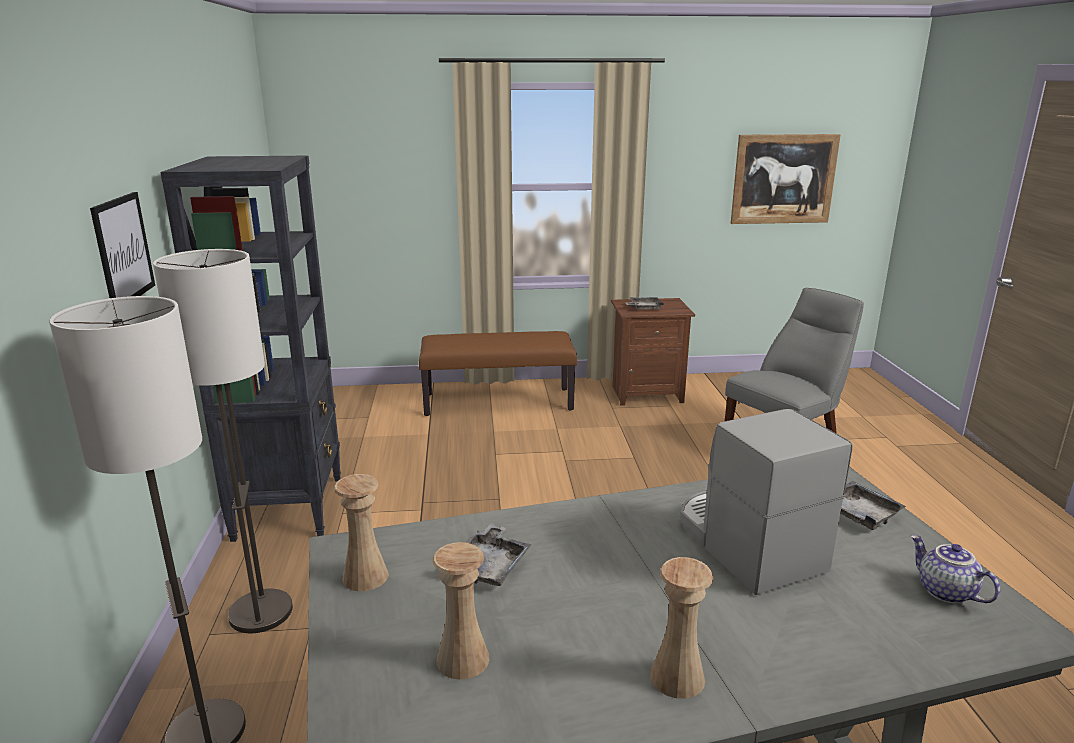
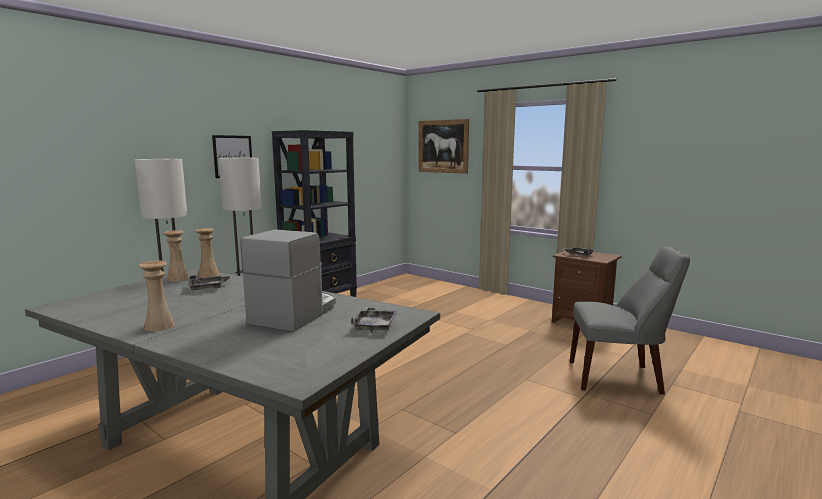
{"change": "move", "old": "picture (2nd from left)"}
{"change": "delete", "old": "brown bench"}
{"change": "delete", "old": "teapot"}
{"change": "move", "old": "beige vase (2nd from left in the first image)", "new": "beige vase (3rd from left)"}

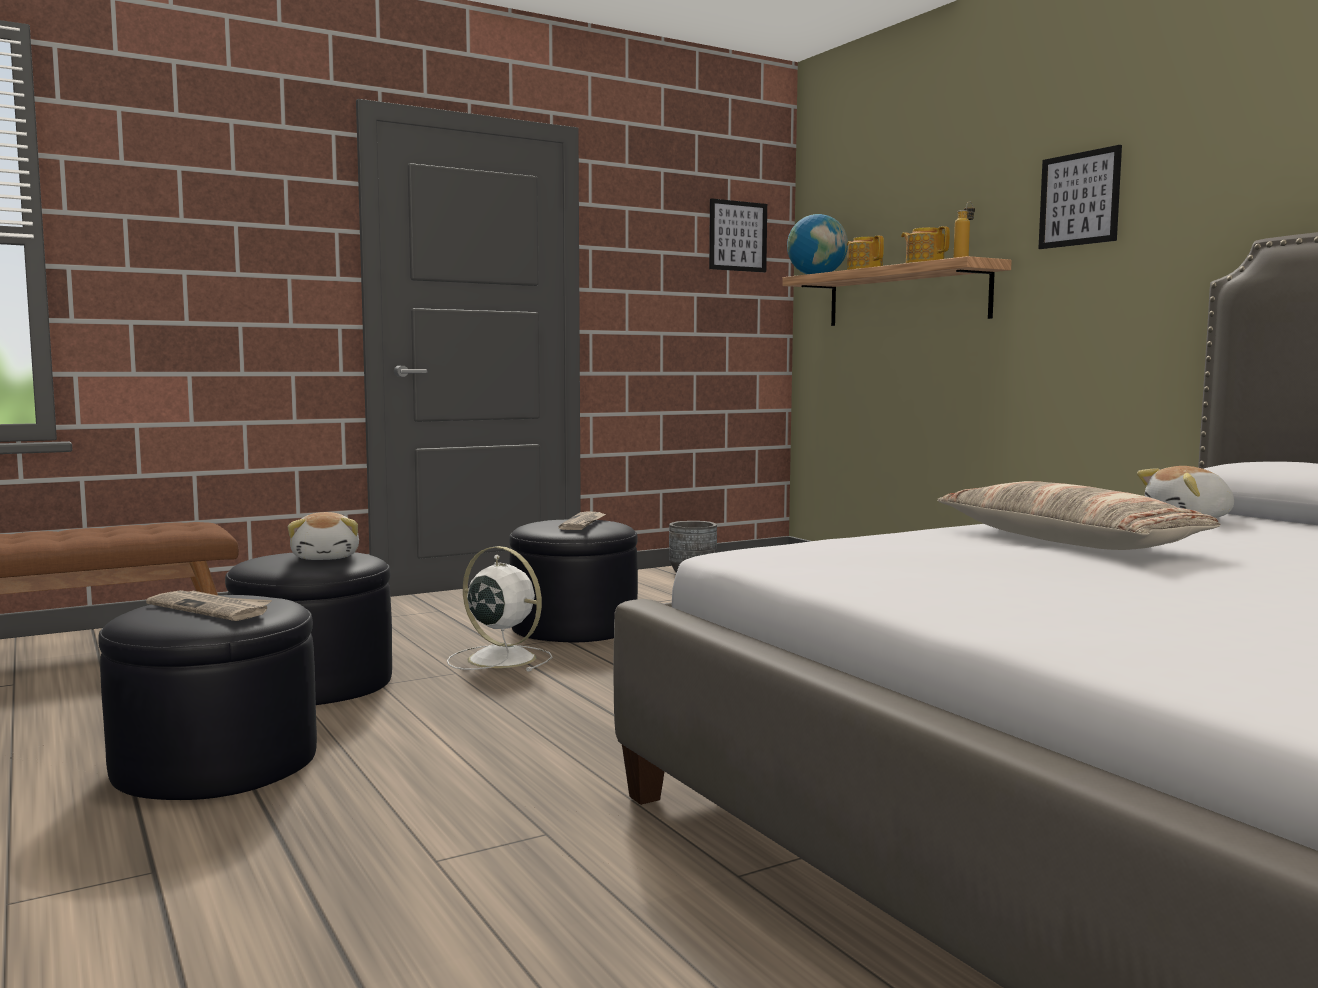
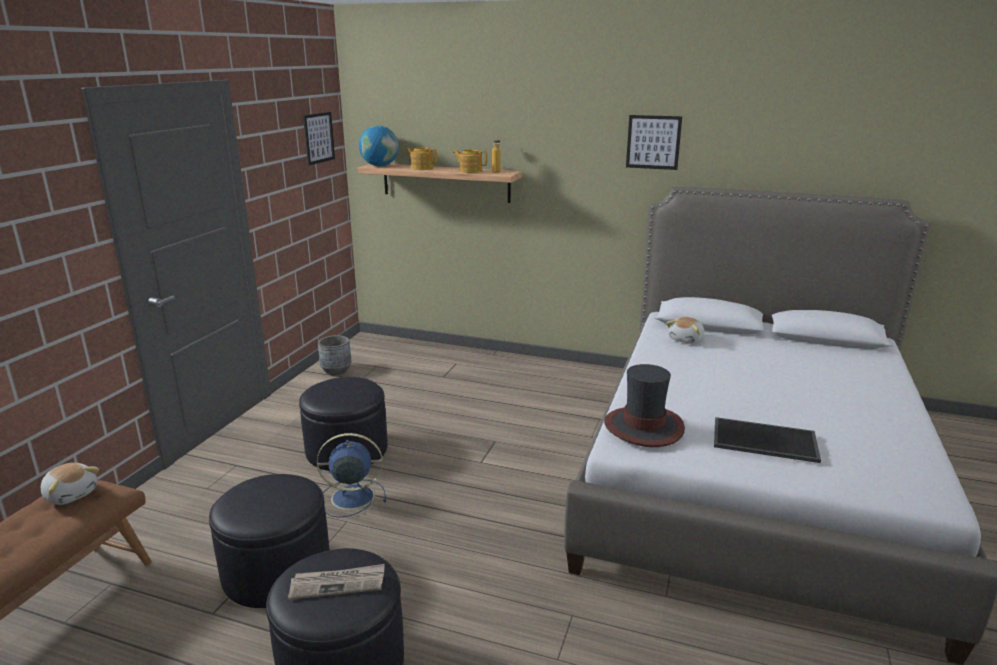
{"change": "move", "old": "picture (2nd from left)"}
{"change": "delete", "old": "pillow"}
{"change": "delete", "old": "newspaper (2nd from left)"}
{"change": "move", "old": "plush toy (1st from left)"}
{"change": "recolor", "old": "white fan", "new": "blue fan"}
{"change": "insert", "new": "hat"}
{"change": "insert", "new": "tray"}

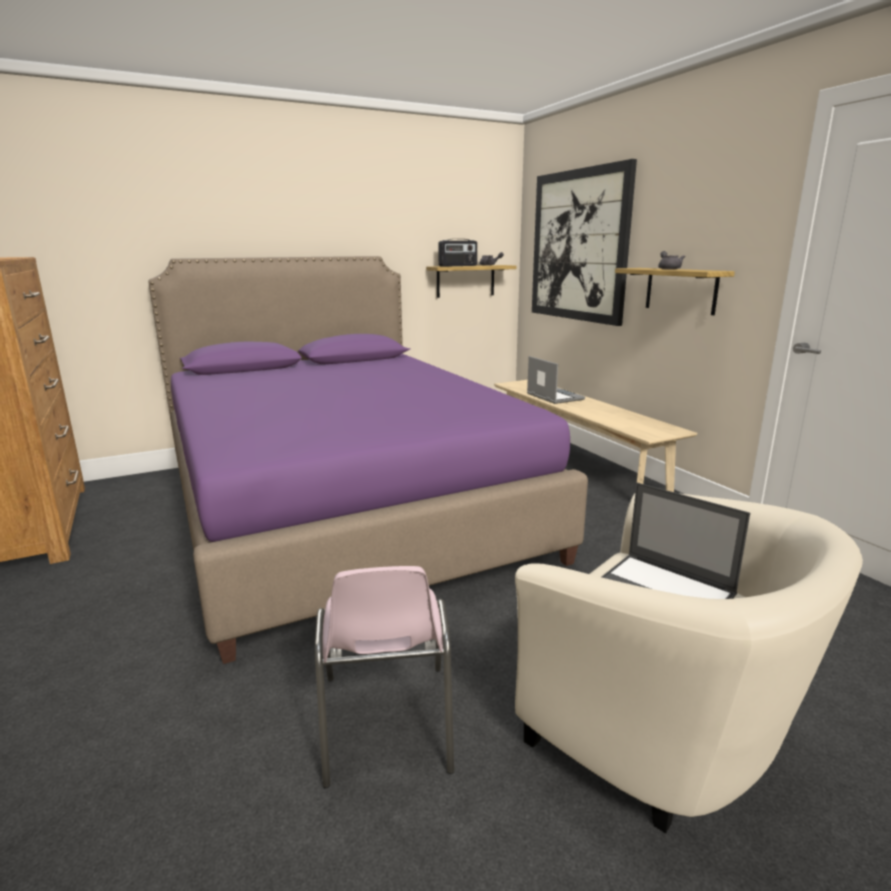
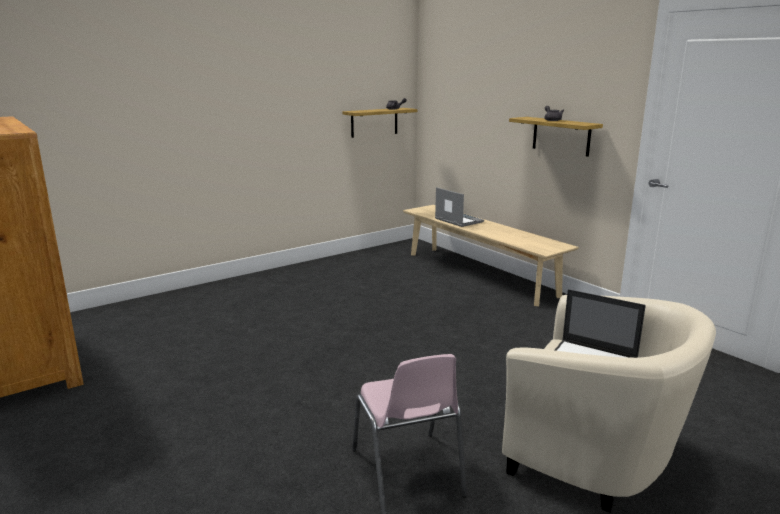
{"change": "delete", "old": "picture"}
{"change": "delete", "old": "radio"}
{"change": "delete", "old": "purple bed"}

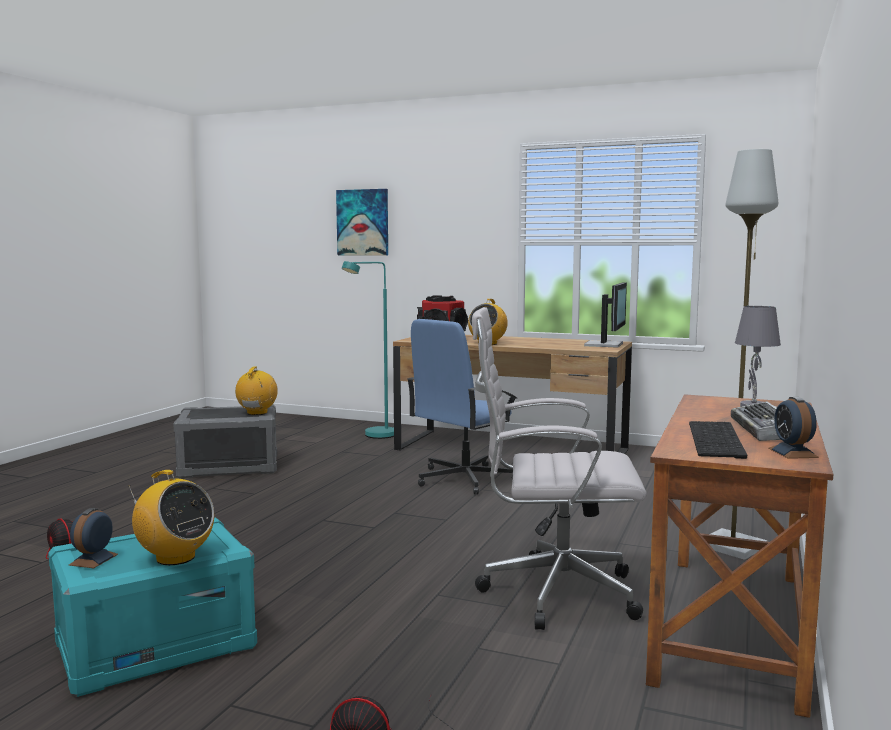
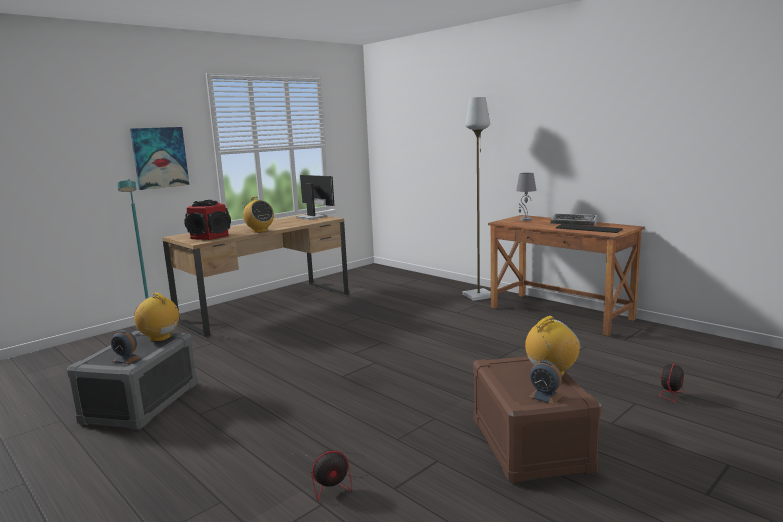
{"change": "move", "old": "picture"}
{"change": "delete", "old": "white office chair"}
{"change": "delete", "old": "blue office chair"}
{"change": "move", "old": "alarm clock (2nd from left in the first image)", "new": "alarm clock (1st from left)"}
{"change": "recolor", "old": "turquoise storage box", "new": "brown storage box"}

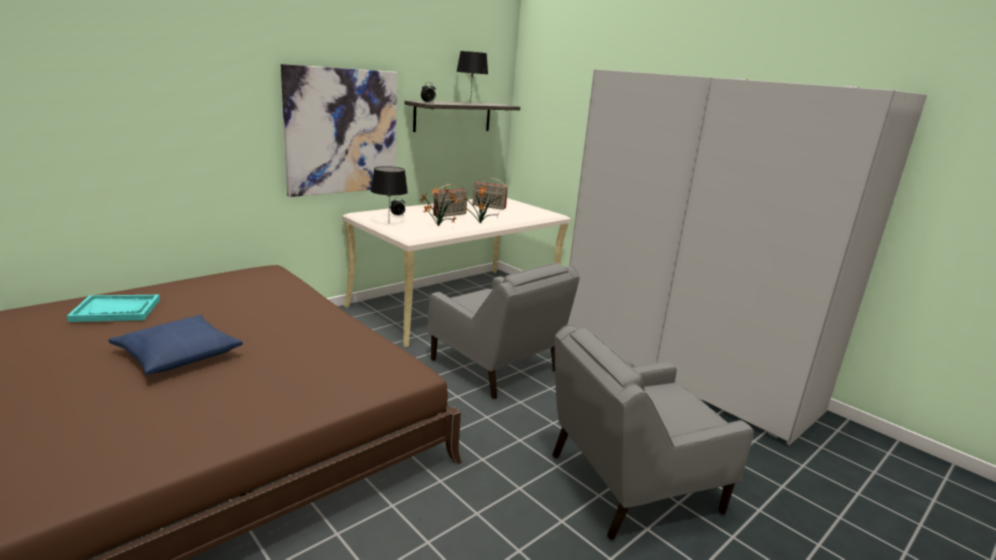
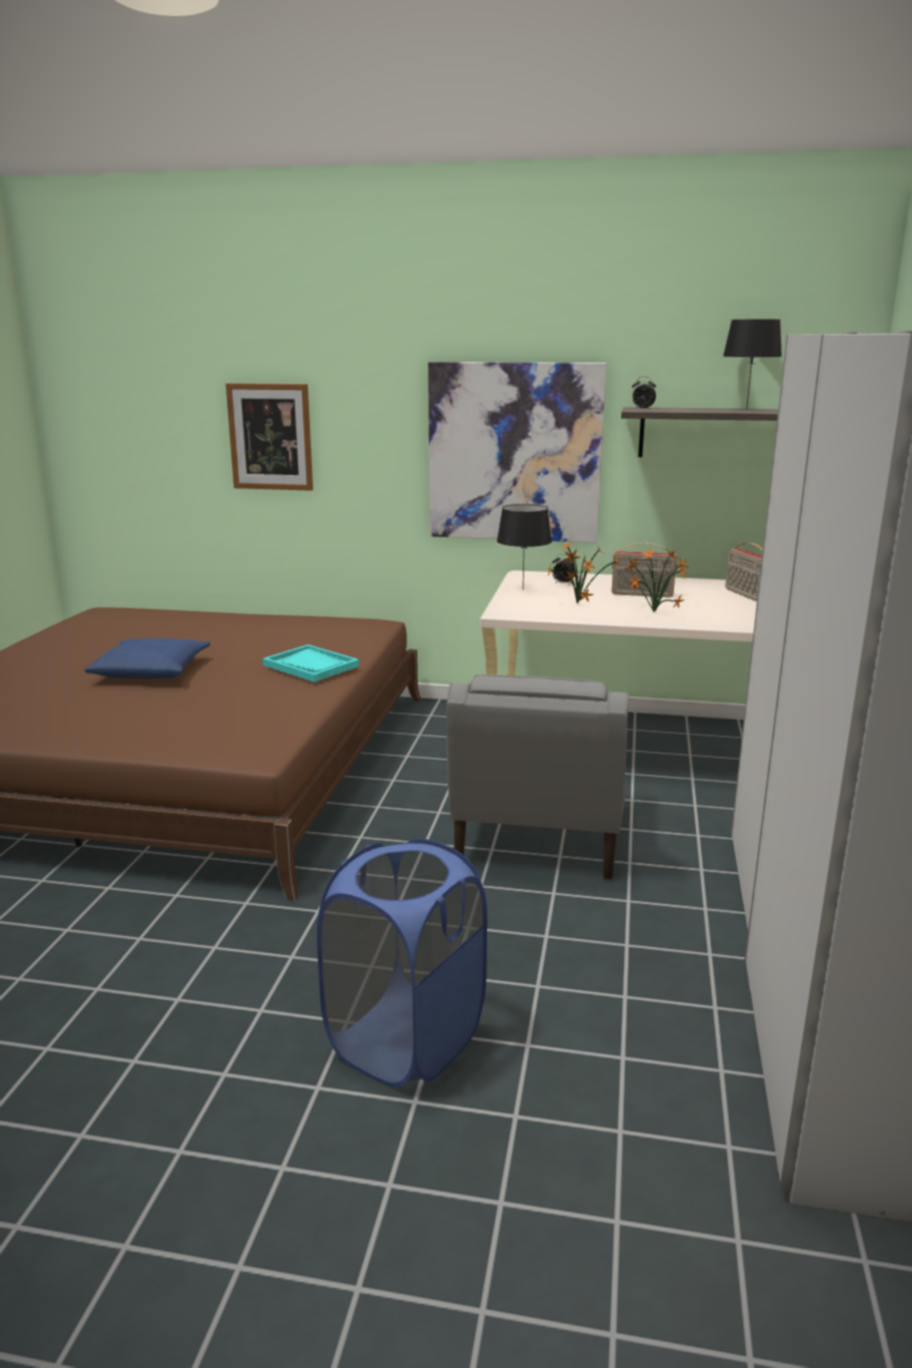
{"change": "move", "old": "turquoise tray"}
{"change": "replace", "old": "grey armchair (2nd from left)", "new": "blue laundry basket"}
{"change": "insert", "new": "picture (1st from left)"}

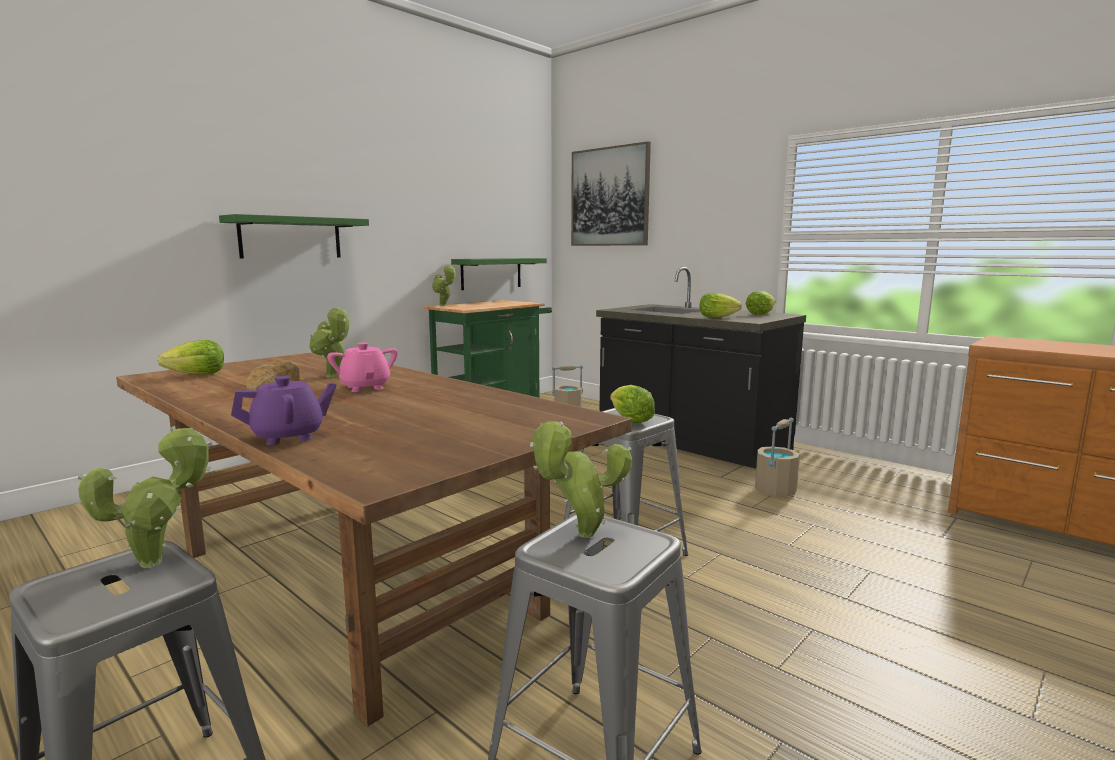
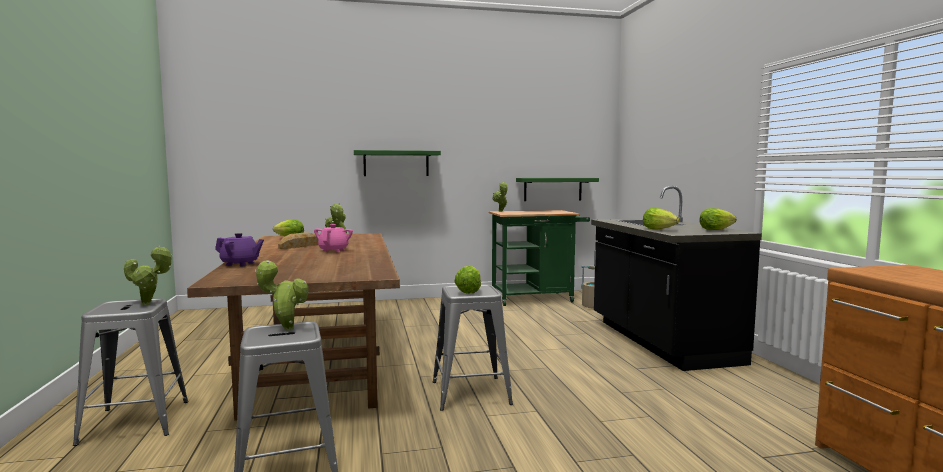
{"change": "delete", "old": "picture"}
{"change": "delete", "old": "beige bucket (2nd from left)"}

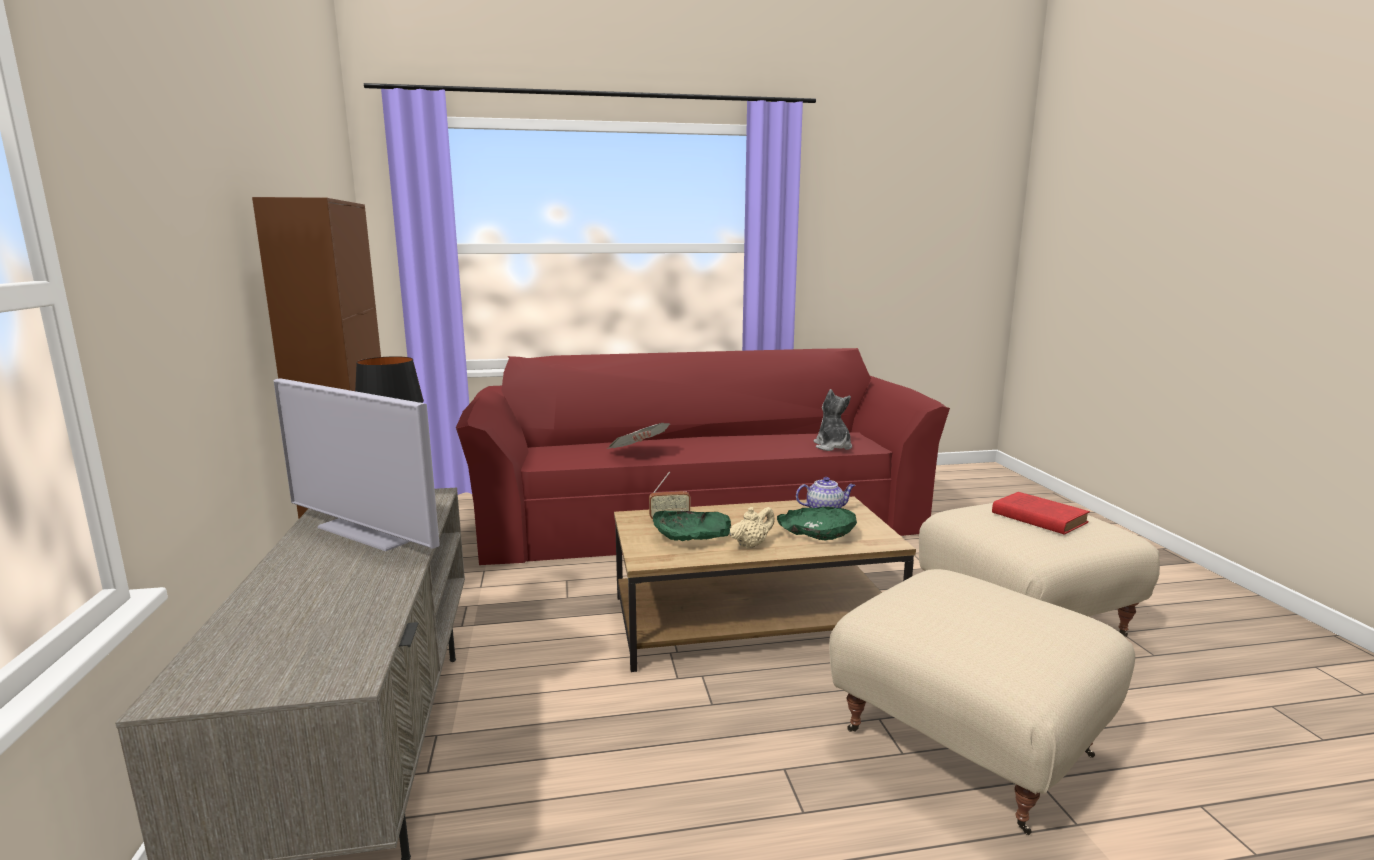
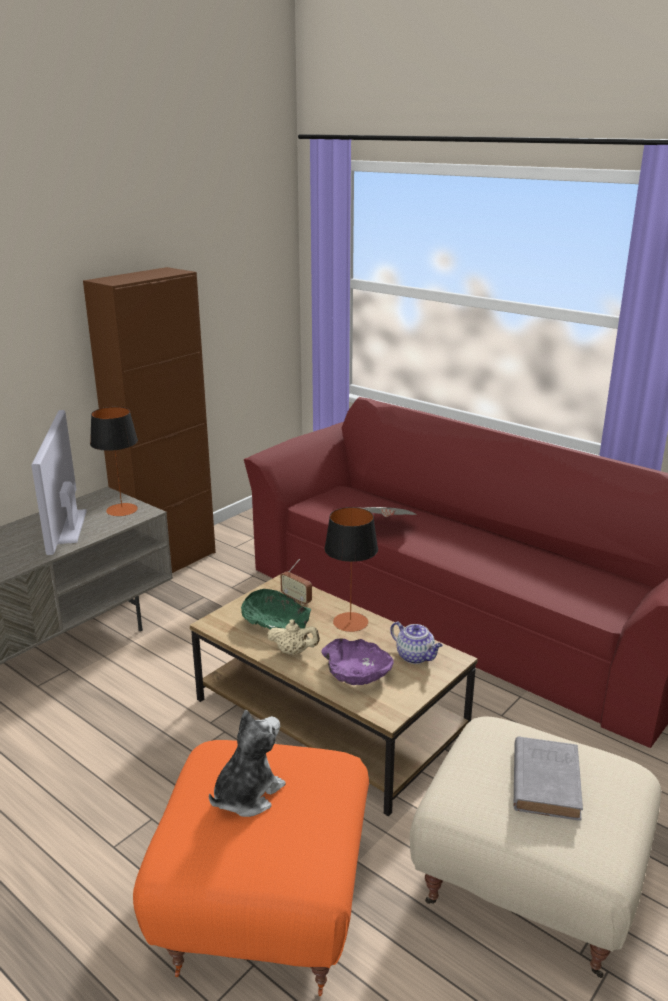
{"change": "move", "old": "plush toy"}
{"change": "recolor", "old": "red book", "new": "grey book"}
{"change": "recolor", "old": "green bowl (2nd from left)", "new": "purple bowl"}
{"change": "recolor", "old": "beige ottoman (1st from left)", "new": "orange ottoman"}
{"change": "insert", "new": "table lamp (2nd from left)"}

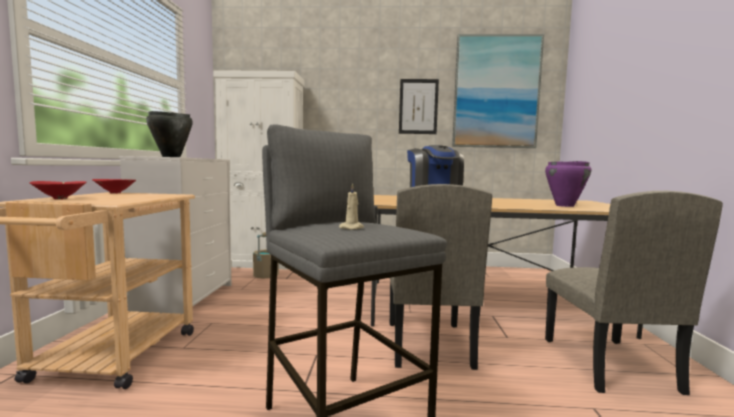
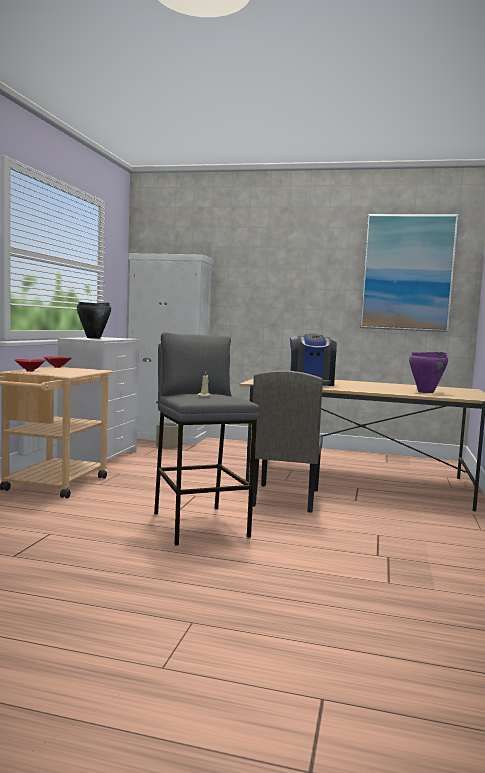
{"change": "delete", "old": "picture (1st from left)"}
{"change": "delete", "old": "beige chair (2nd from left)"}

